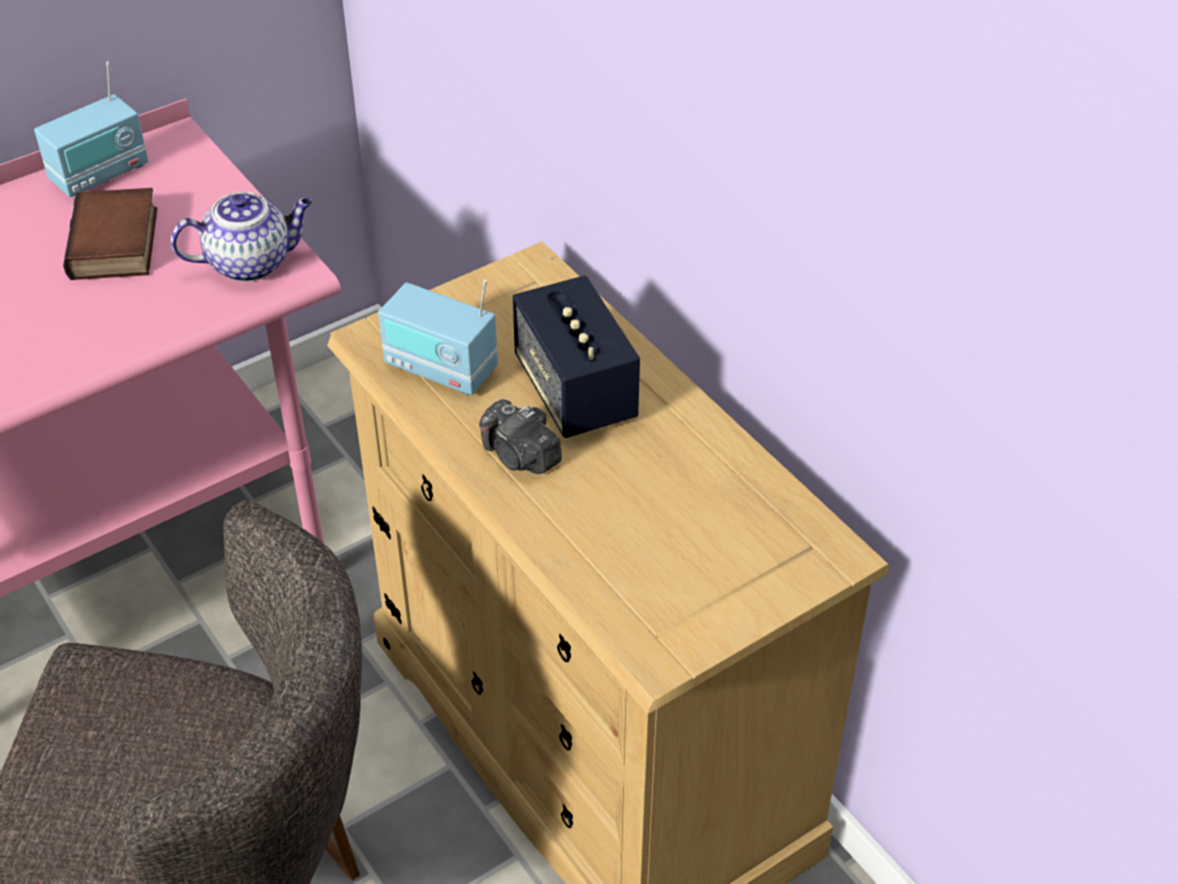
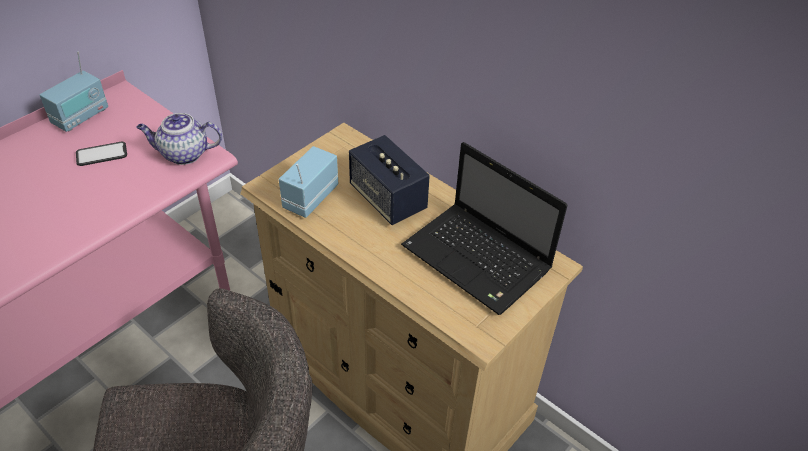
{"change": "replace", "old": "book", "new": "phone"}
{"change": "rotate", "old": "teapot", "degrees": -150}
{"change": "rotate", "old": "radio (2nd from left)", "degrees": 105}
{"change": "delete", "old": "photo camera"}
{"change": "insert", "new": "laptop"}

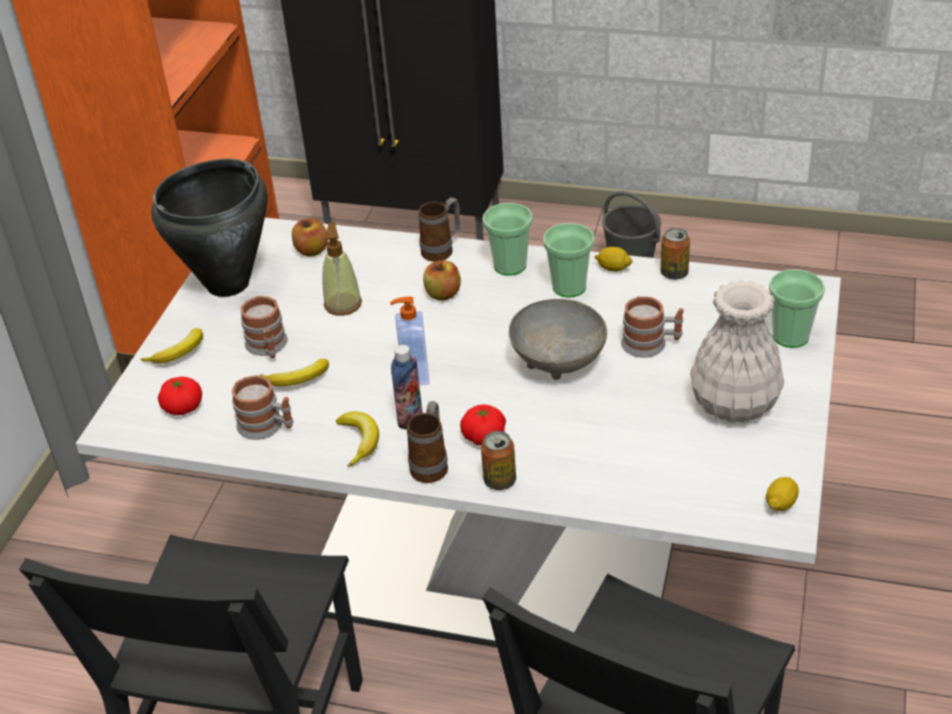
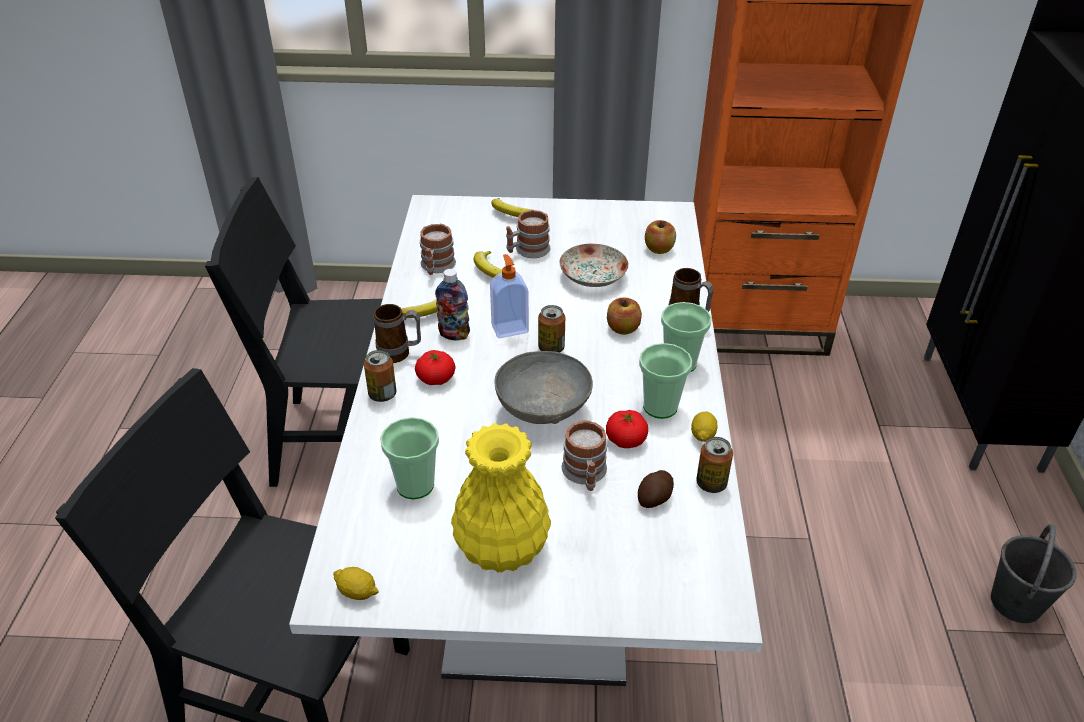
{"change": "delete", "old": "black cooking pot"}
{"change": "replace", "old": "soap dispenser (1st from left)", "new": "plate"}
{"change": "move", "old": "cup (3rd from left in the first image)", "new": "cup (1st from left)"}
{"change": "recolor", "old": "white vase", "new": "yellow vase"}
{"change": "move", "old": "tomato (1st from left in the first image)", "new": "tomato (2nd from left)"}
{"change": "insert", "new": "can (2nd from left)"}
{"change": "insert", "new": "potato"}

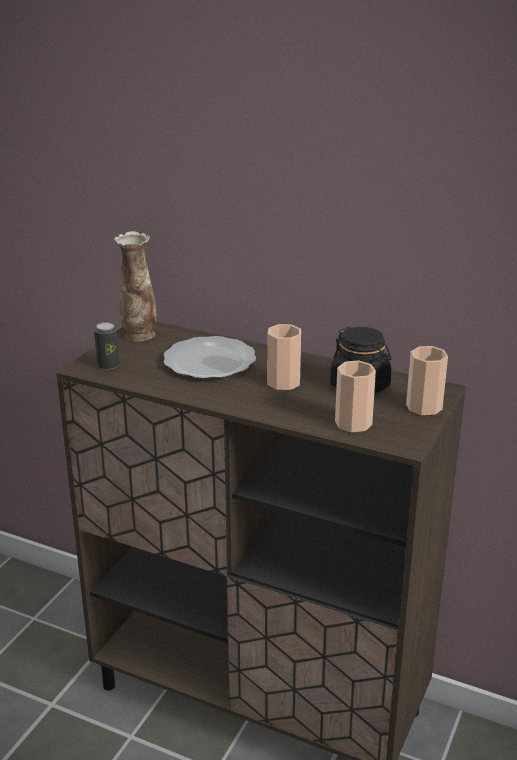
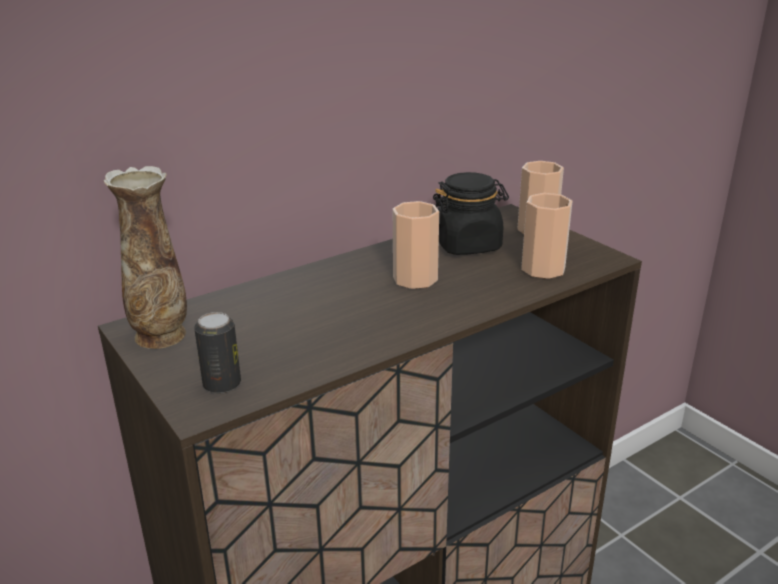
{"change": "delete", "old": "plate"}

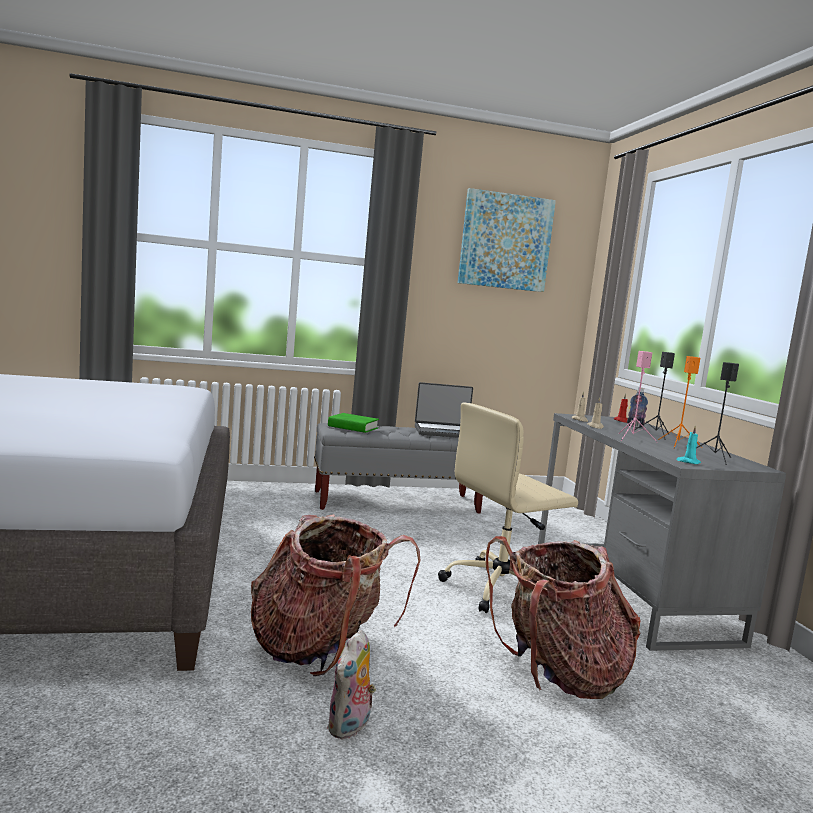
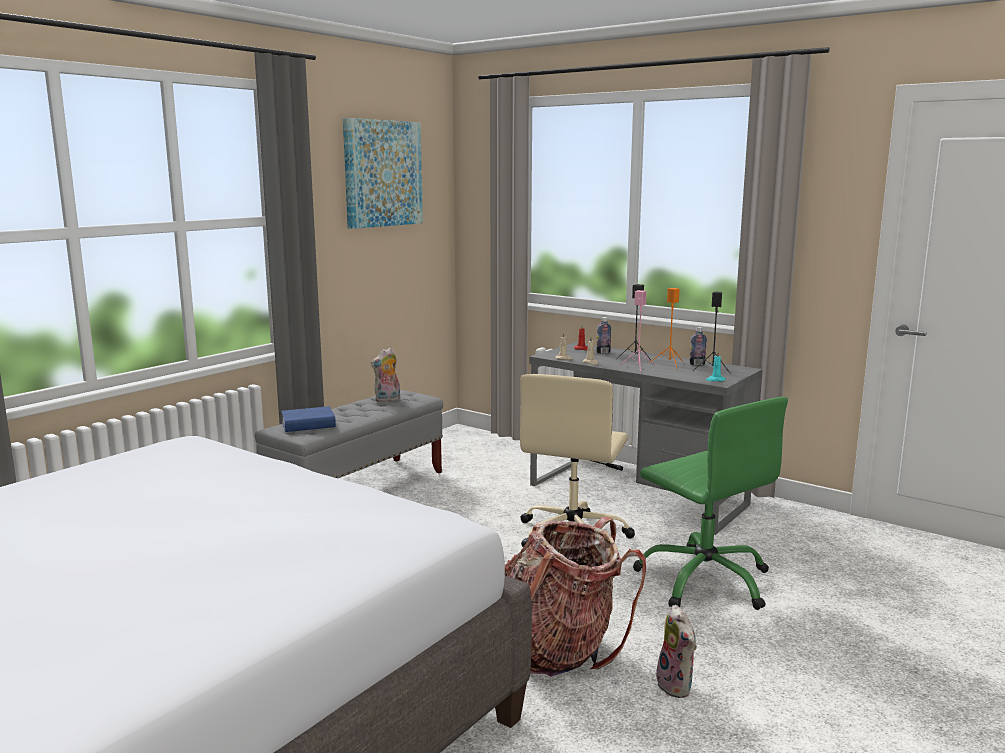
{"change": "replace", "old": "laptop", "new": "plush toy (1st from left)"}
{"change": "recolor", "old": "green book", "new": "blue book"}
{"change": "replace", "old": "backpack (2nd from left)", "new": "green office chair"}
{"change": "insert", "new": "bottle (2nd from left)"}

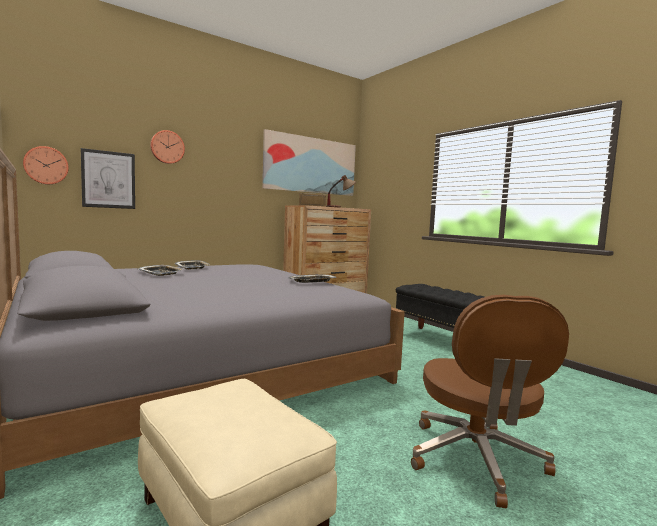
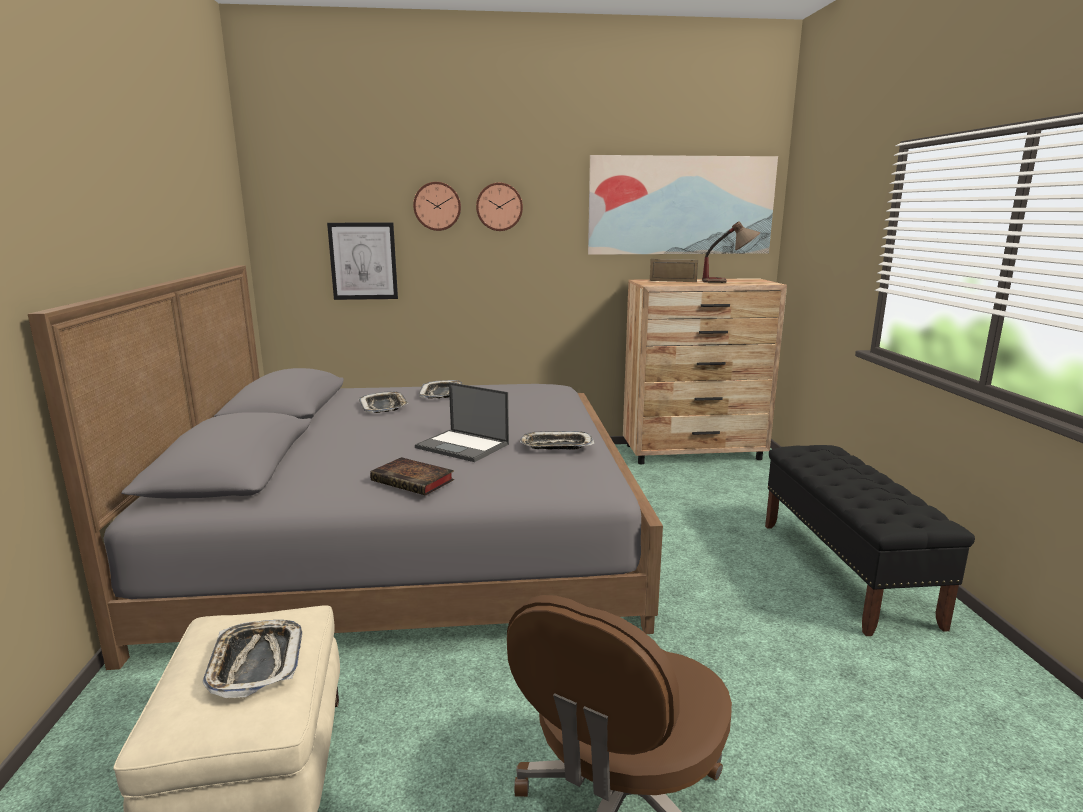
{"change": "move", "old": "wall clock (1st from left in the first image)", "new": "wall clock (2nd from left)"}
{"change": "insert", "new": "laptop"}
{"change": "insert", "new": "book"}
{"change": "insert", "new": "tray (1st from left)"}

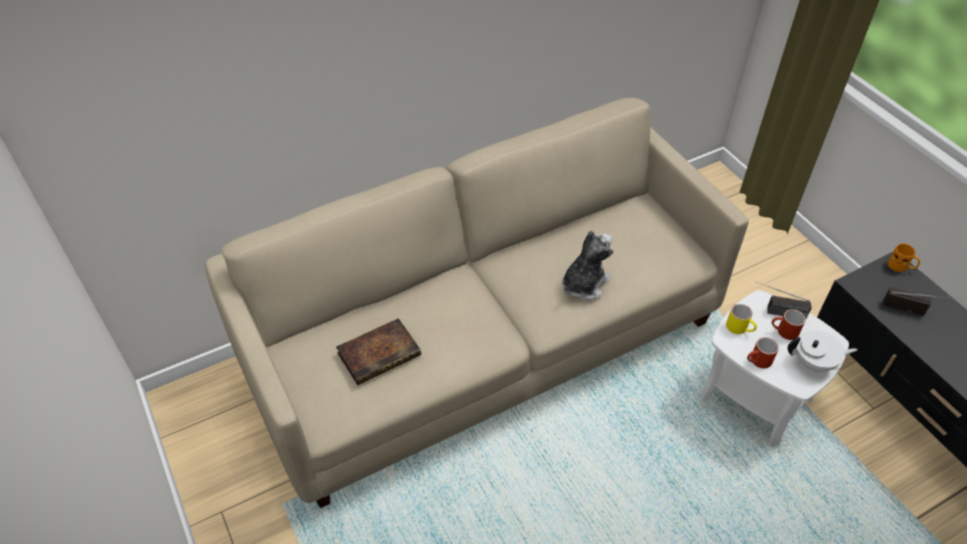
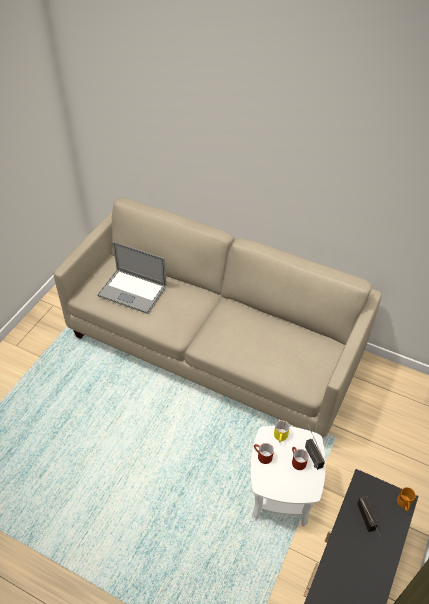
{"change": "delete", "old": "plush toy"}
{"change": "replace", "old": "book", "new": "laptop"}
{"change": "delete", "old": "white teapot"}

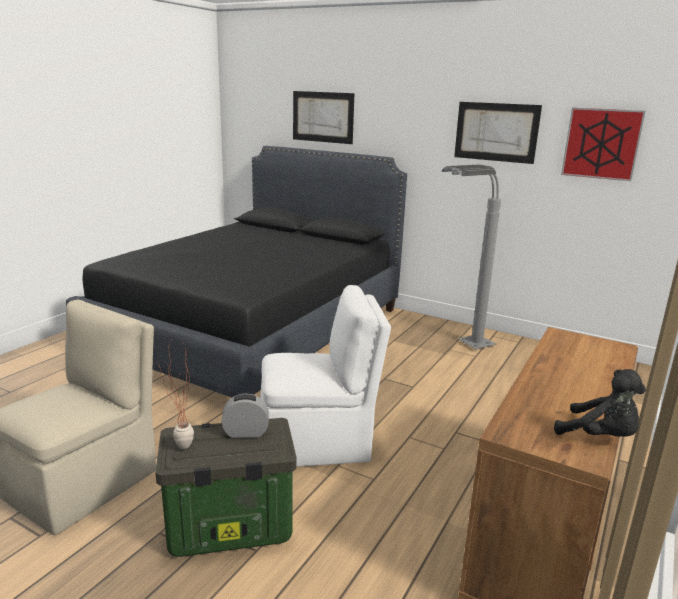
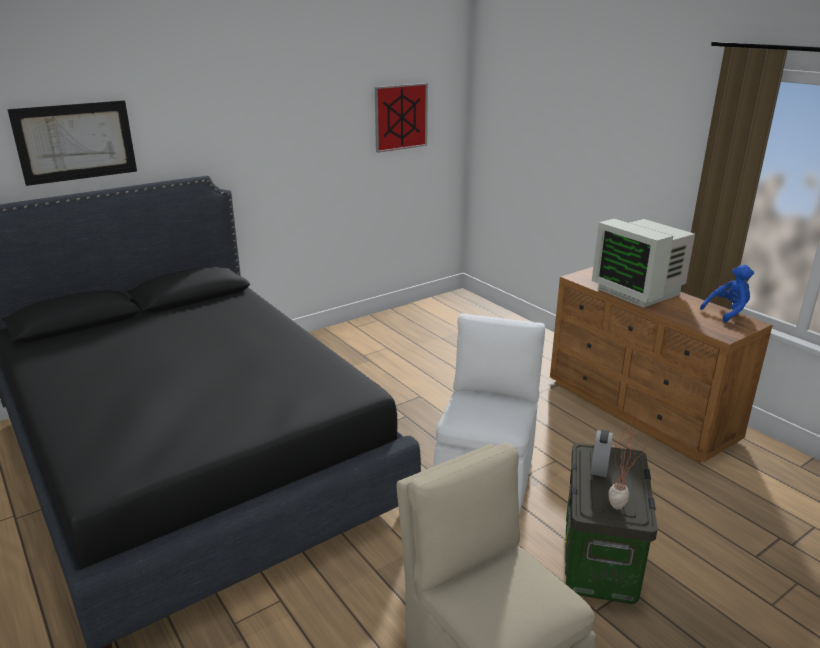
{"change": "delete", "old": "picture (2nd from left)"}
{"change": "delete", "old": "grey floor lamp"}
{"change": "recolor", "old": "black plush toy", "new": "blue plush toy"}
{"change": "insert", "new": "monitor"}

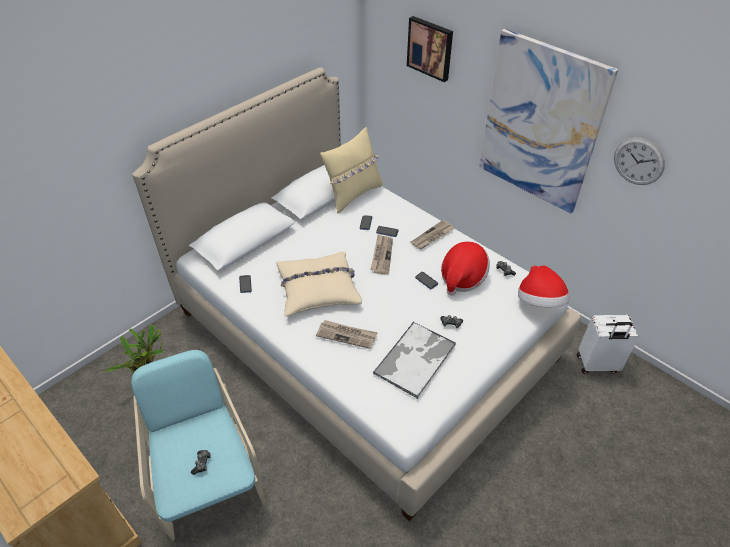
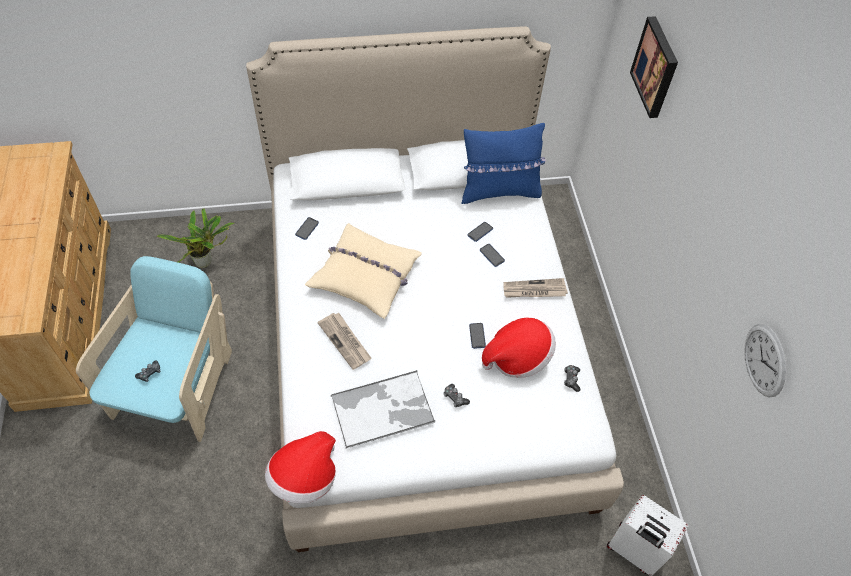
{"change": "delete", "old": "picture (2nd from left)"}
{"change": "recolor", "old": "beige pillow (2nd from left)", "new": "blue pillow"}
{"change": "delete", "old": "newspaper (2nd from left)"}
{"change": "move", "old": "hat (2nd from left in the first image)", "new": "hat (1st from left)"}

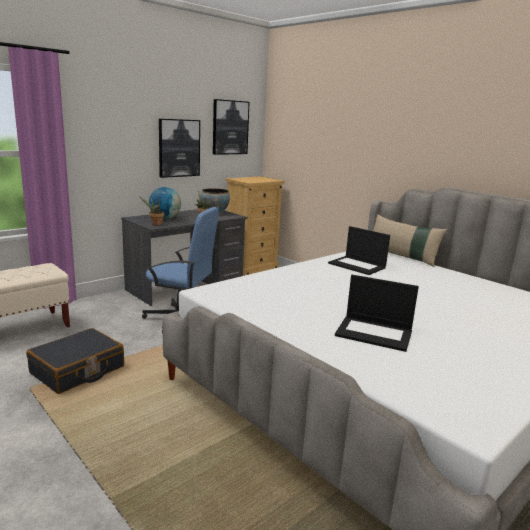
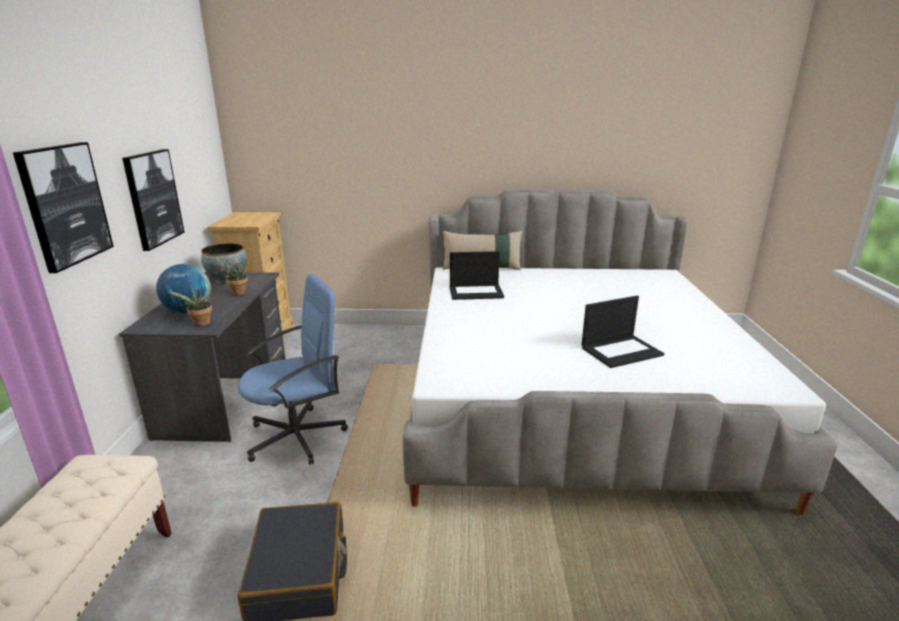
{"change": "move", "old": "picture (2nd from left in the first image)", "new": "picture (1st from left)"}

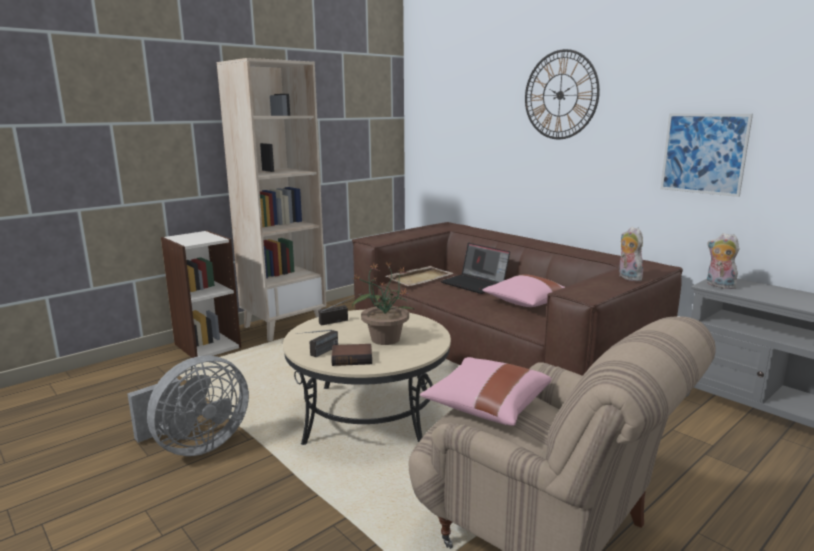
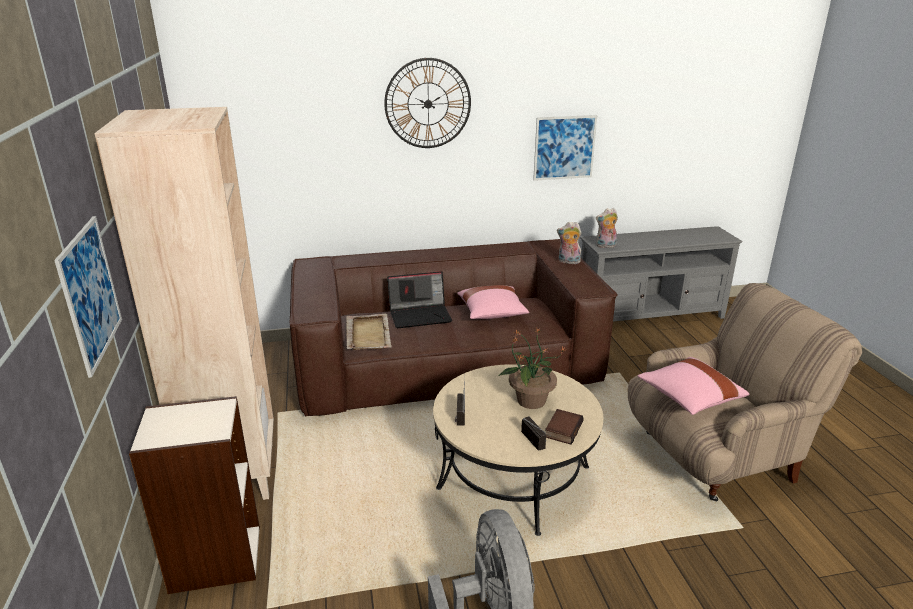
{"change": "insert", "new": "picture (1st from left)"}

